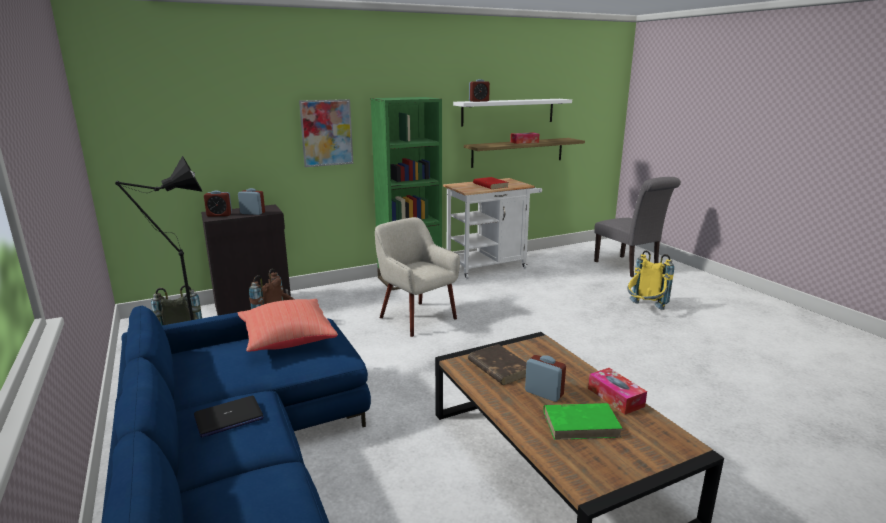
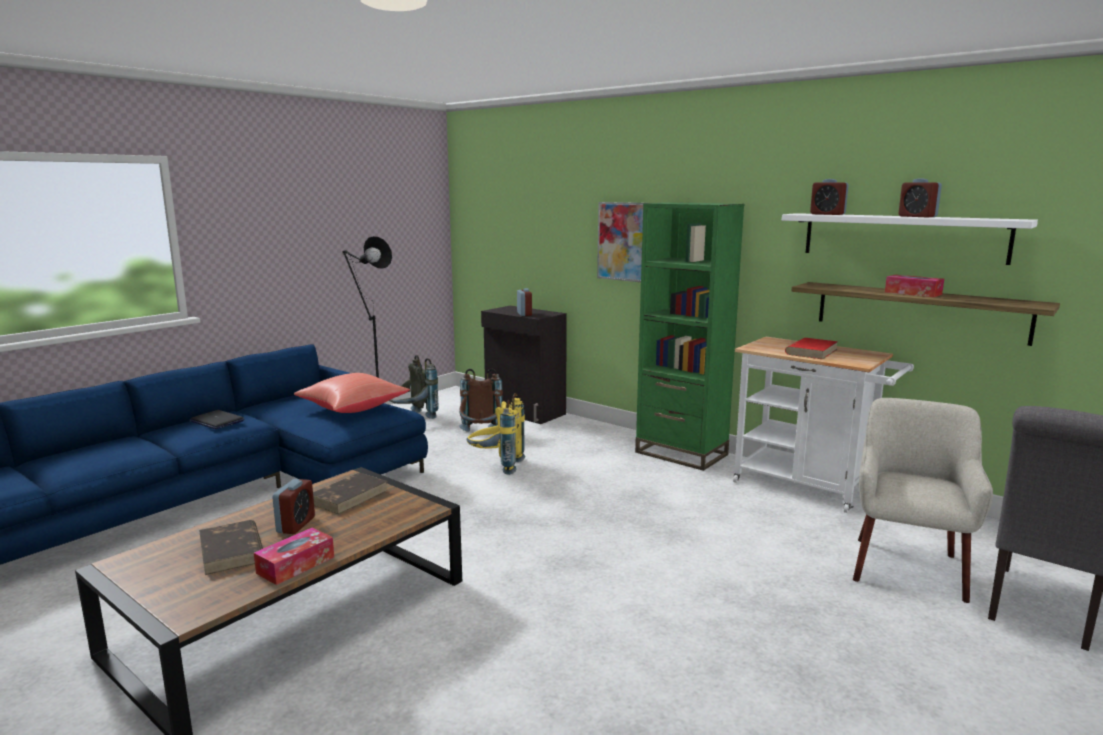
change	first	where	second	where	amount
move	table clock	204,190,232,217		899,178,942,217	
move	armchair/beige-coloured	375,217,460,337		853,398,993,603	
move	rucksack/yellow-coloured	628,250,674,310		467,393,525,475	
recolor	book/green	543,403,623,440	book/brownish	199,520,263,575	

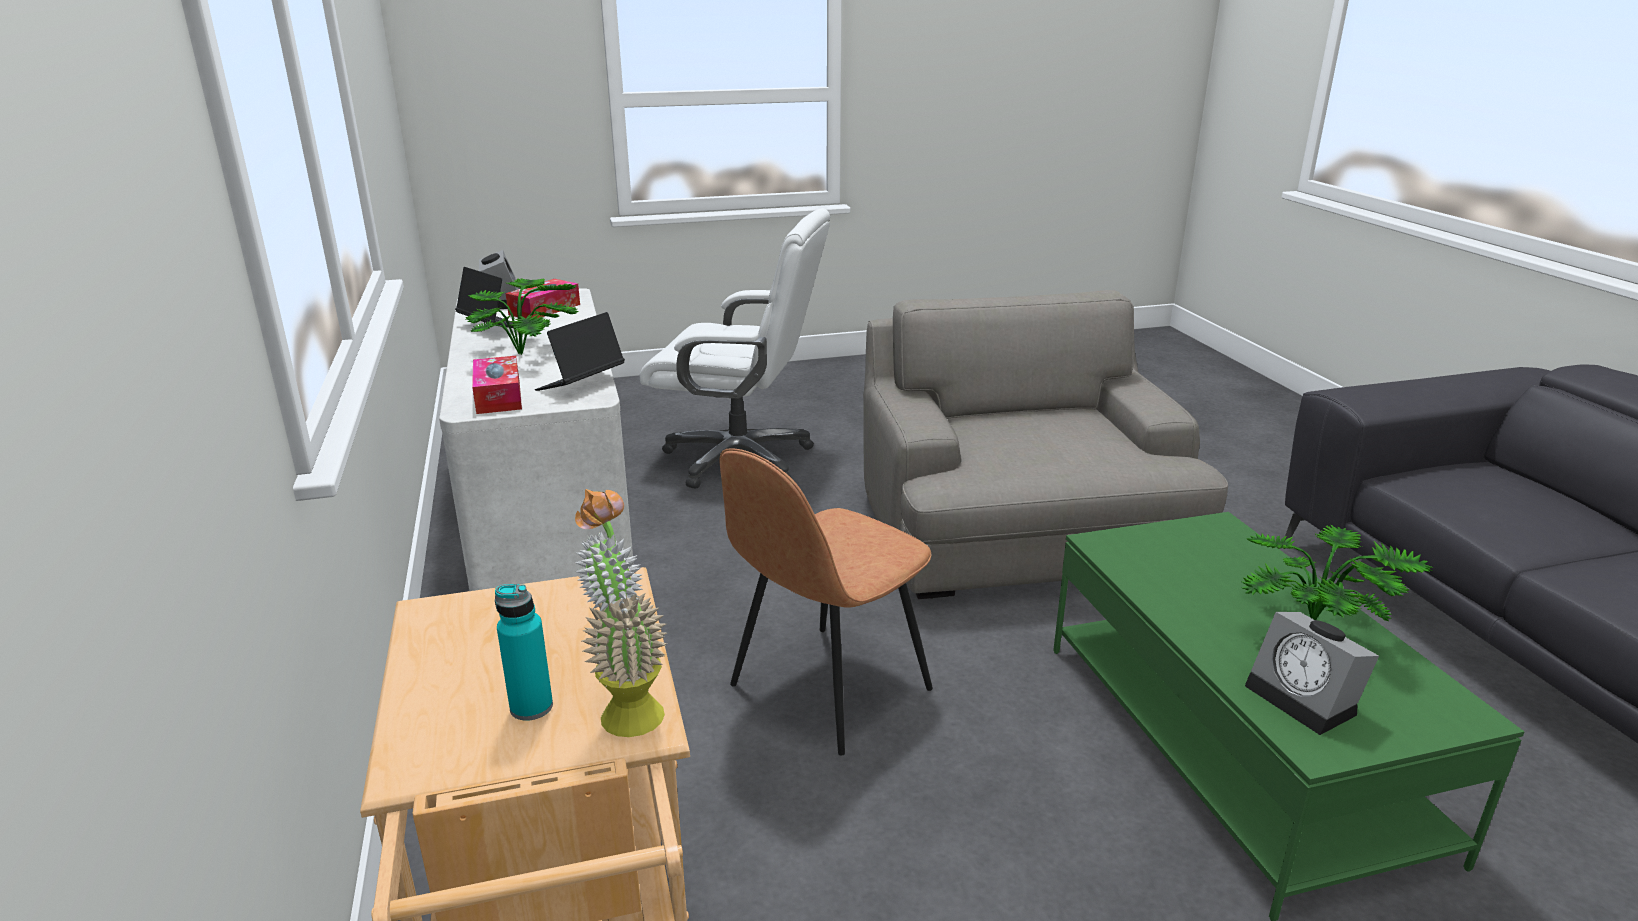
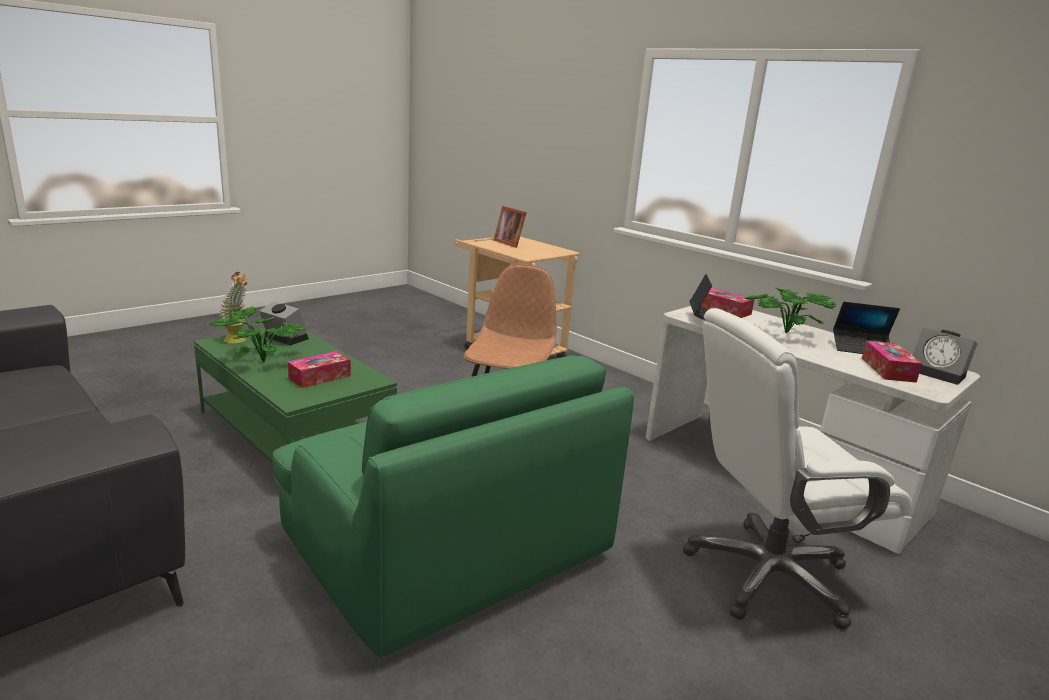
change	first	where	second	where	amount
recolor	armchair/grey	863,290,1228,599	armchair/green	272,355,634,658	
move	plant in a pot	575,489,667,737		219,272,247,343	
replace	drink bottle/turquoise-coloured	495,584,553,721	standing frame	493,206,527,248	
insert			tissue box	288,351,351,388	

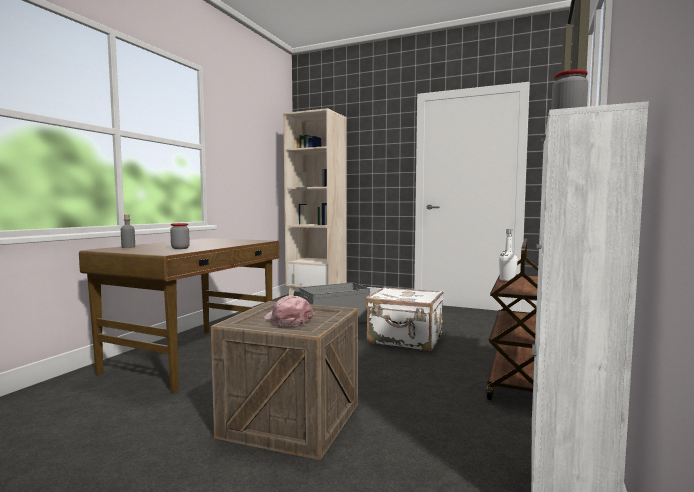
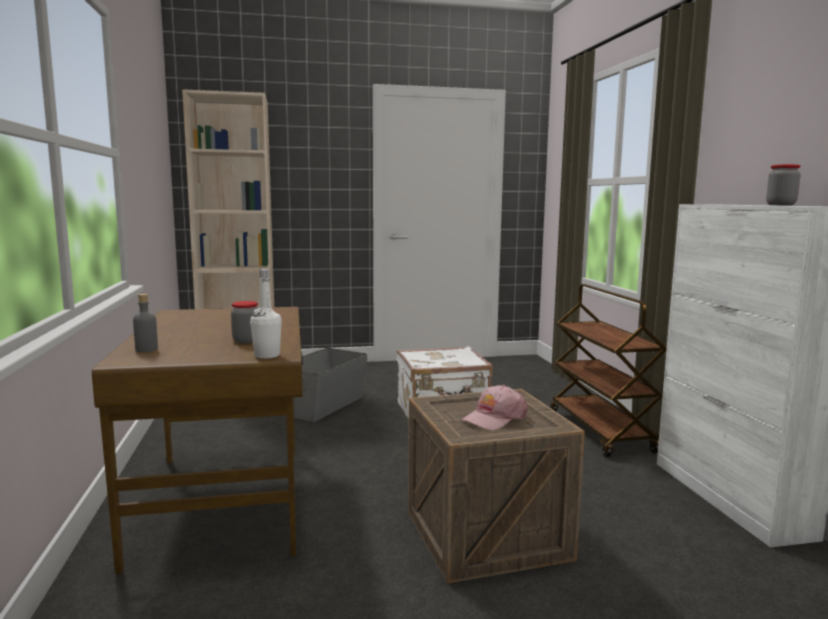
change	first	where	second	where	amount
move	drink bottle/white	499,229,518,281		250,269,282,359	
rotate	cap/pink-coloured	264,295,314,326		462,385,528,430	60 degrees counterclockwise

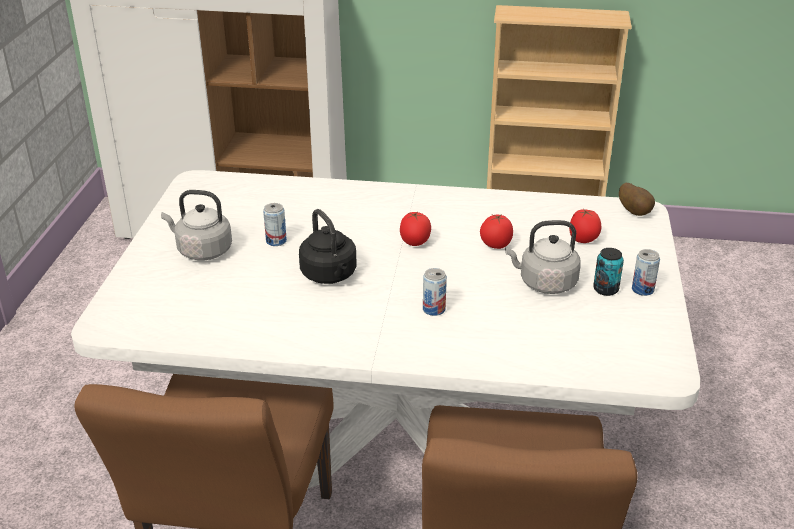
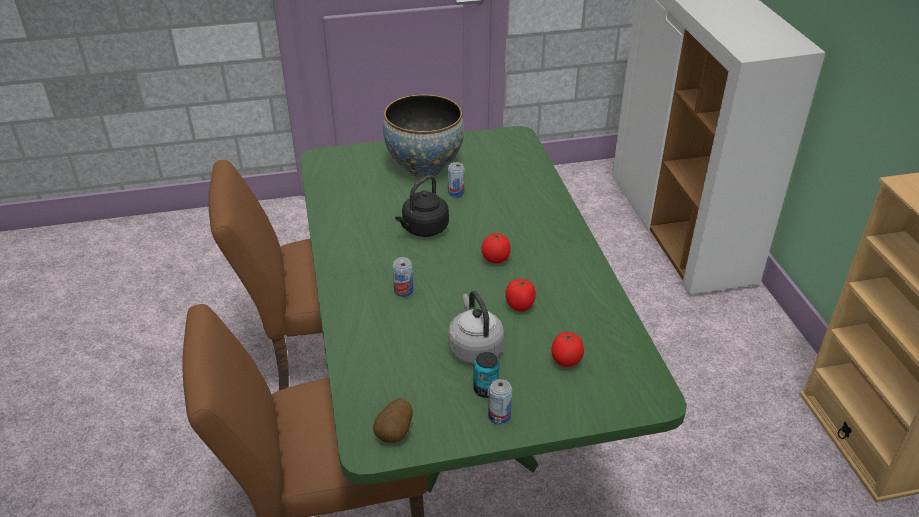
change	first	where	second	where	amount
recolor	dining table/white	71,170,700,488	dining table/green	300,126,687,493	
move	potato	619,183,655,216		373,398,413,443	
replace	water kettle/grey	161,190,232,261	serving bowl	383,95,464,177	

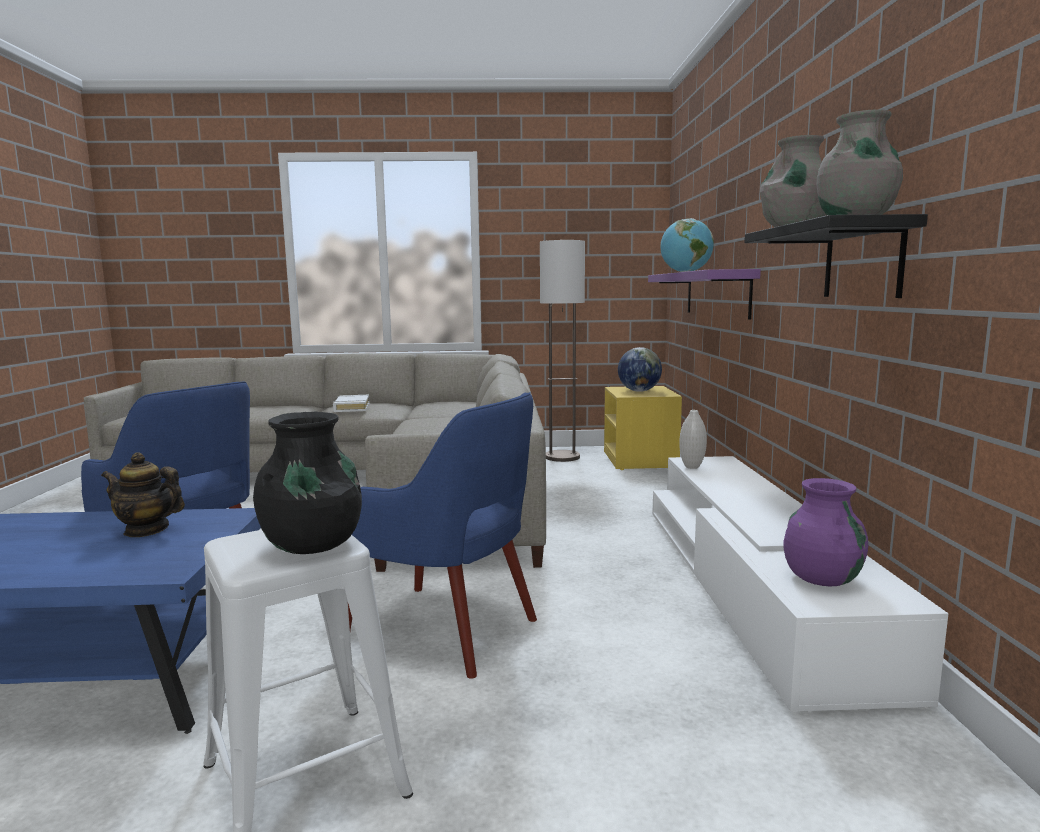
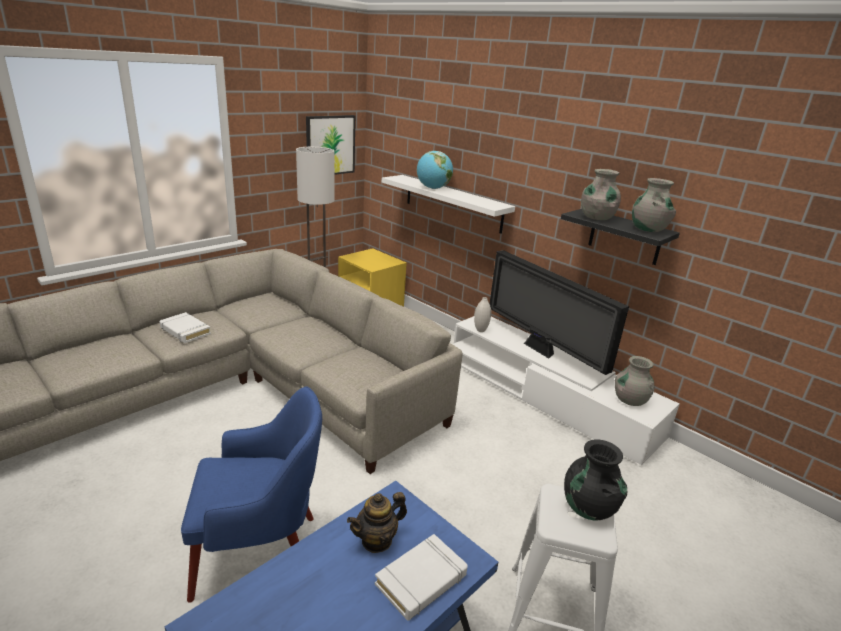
change	first	where	second	where	amount
recolor	bracket shelf/purple-coloured	648,269,761,320	bracket shelf/white	382,175,515,234	
delete	globe	618,347,662,392			
delete	armchair/blue	348,392,537,679			
recolor	flower vase/purple-coloured	783,478,868,587	flower vase/grey	615,356,655,406	
insert			wall picture	306,115,355,175	
insert			TV	490,250,629,375	
insert			book/white	375,534,468,621	

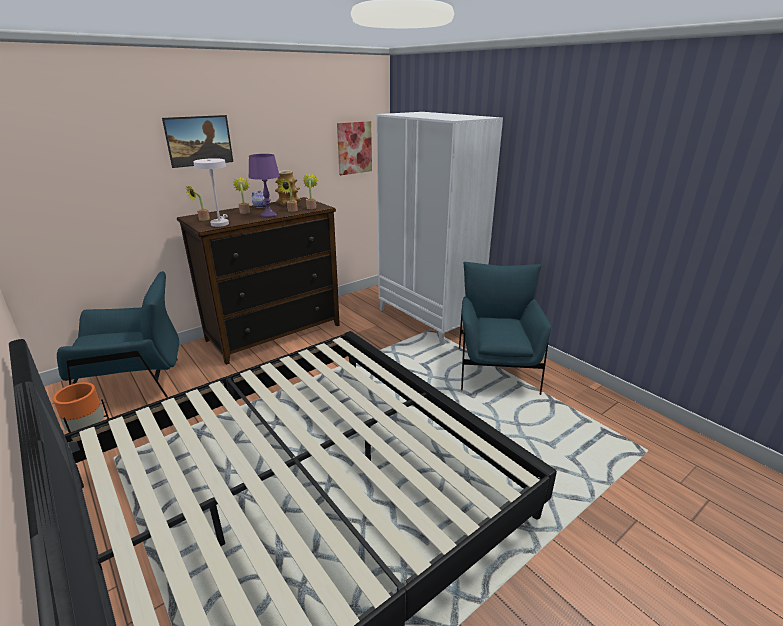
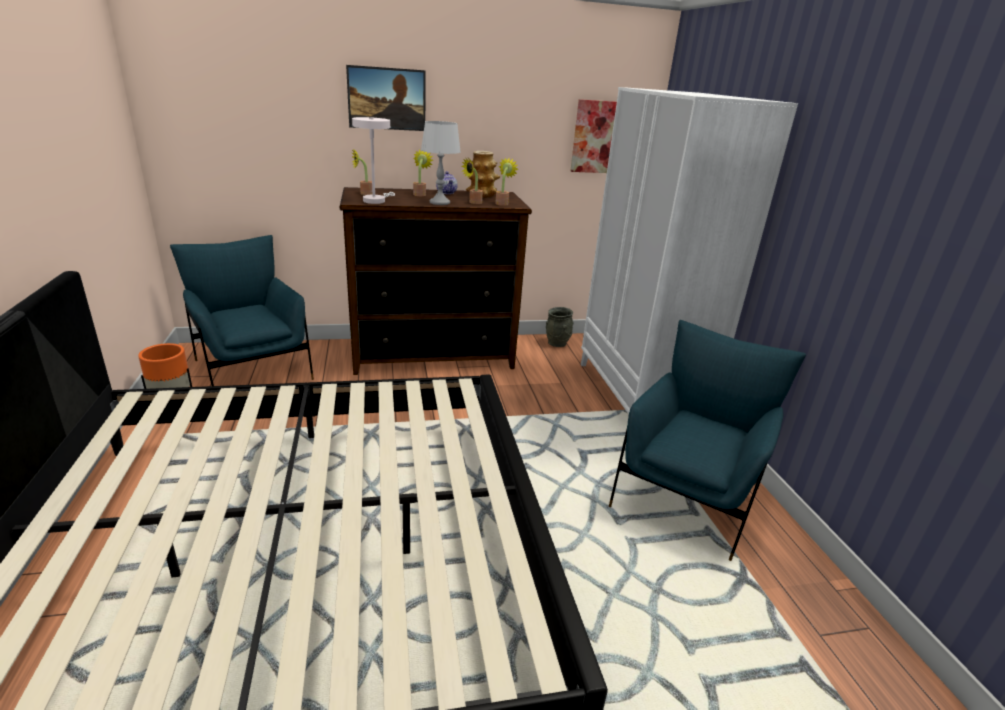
change	first	where	second	where	amount
recolor	lamp for a table/purple-coloured	248,154,280,218	lamp for a table/grey	421,121,461,205	
rotate	armchair/blue	57,271,179,398		170,235,314,386	135 degrees counterclockwise
insert			flower vase/grey	546,307,574,347	

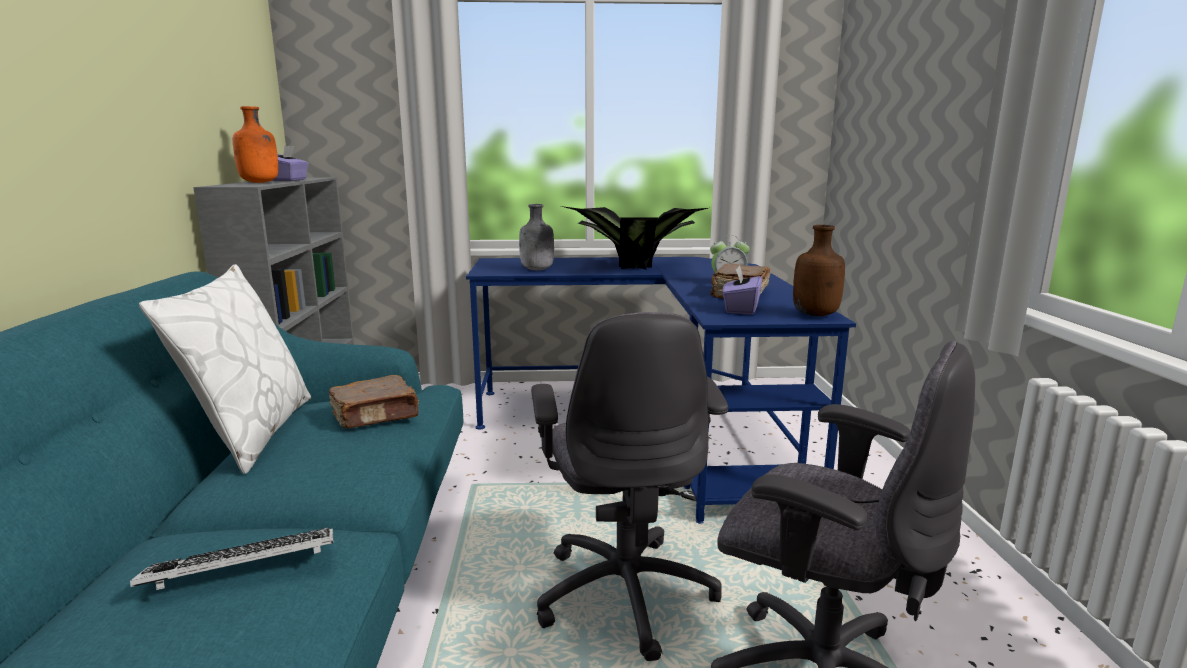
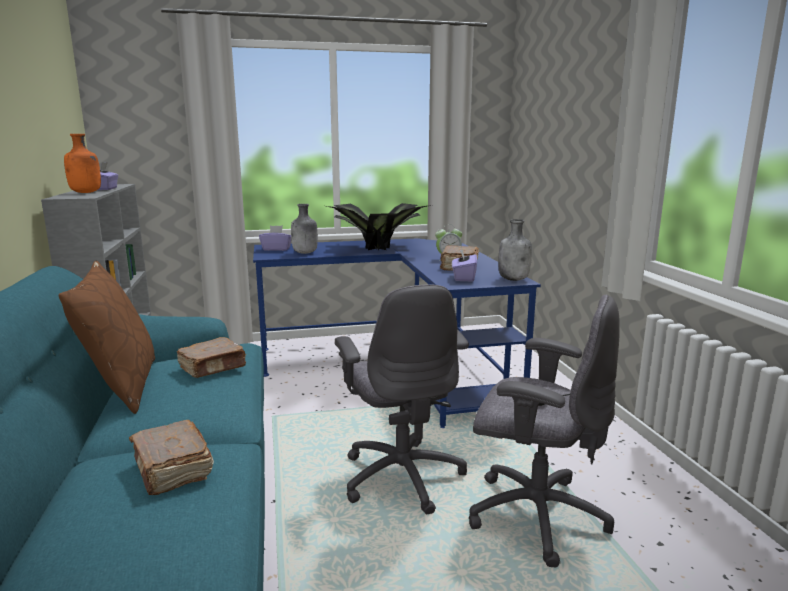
change	first	where	second	where	amount
recolor	drink bottle/brownish	793,225,845,316	drink bottle/grey	498,219,532,281	
recolor	throw pillow/white	139,264,311,474	throw pillow/brownish	59,260,155,414	
replace	PC keyboard	130,527,334,590	book/brownish	129,420,214,495	
insert			tissue box/purple-coloured	259,226,291,251	

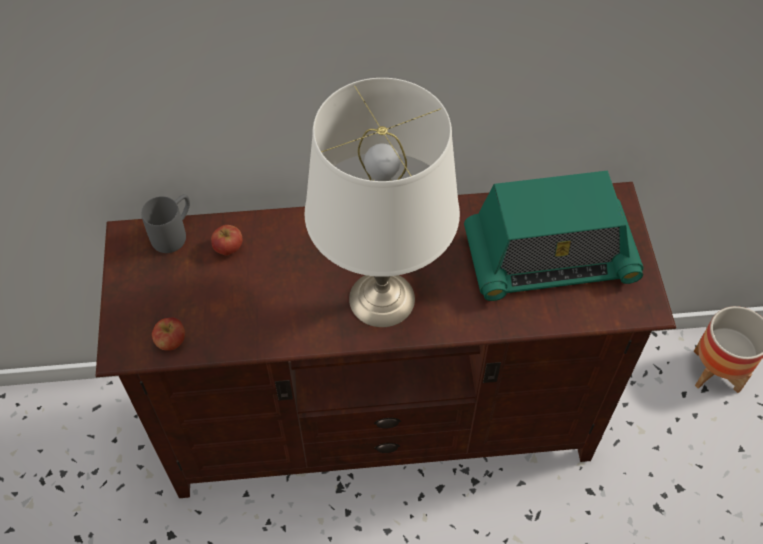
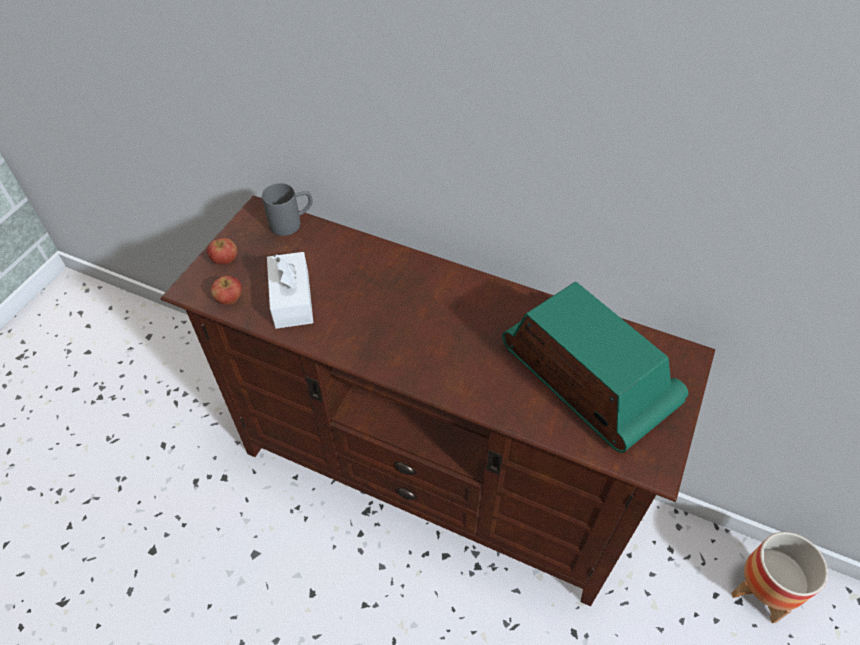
change	first	where	second	where	amount
delete	lamp for a table/white	305,78,460,327			
rotate	radio set	464,171,644,301		502,282,688,453	150 degrees counterclockwise
move	apple fruit	211,225,243,255		207,238,237,264	
insert			tissue box/white	267,252,314,329	

